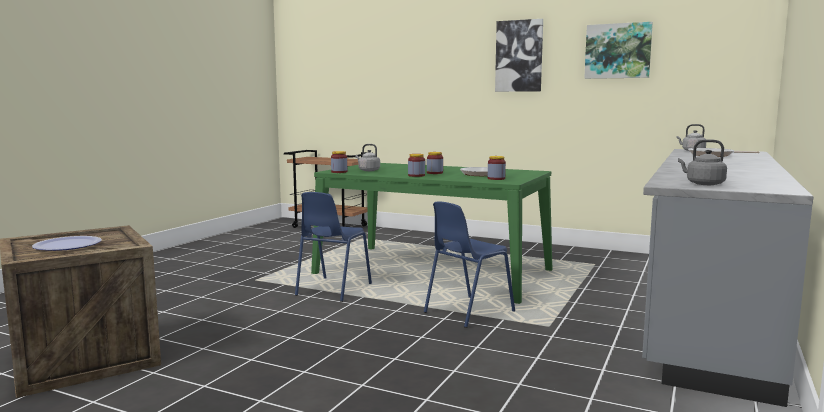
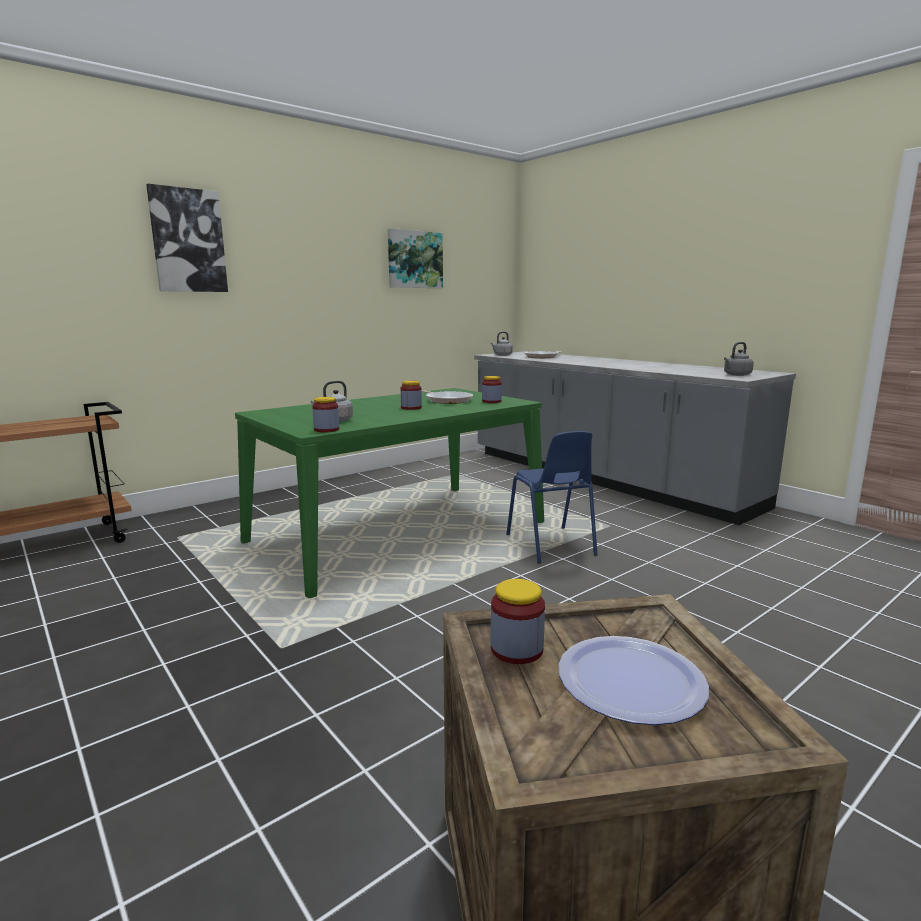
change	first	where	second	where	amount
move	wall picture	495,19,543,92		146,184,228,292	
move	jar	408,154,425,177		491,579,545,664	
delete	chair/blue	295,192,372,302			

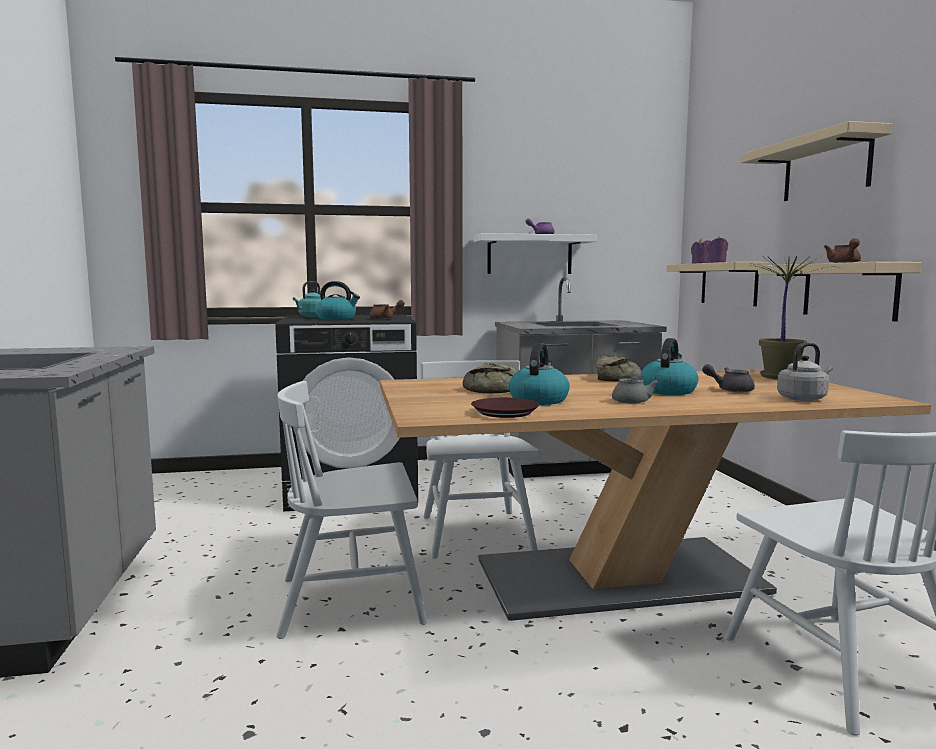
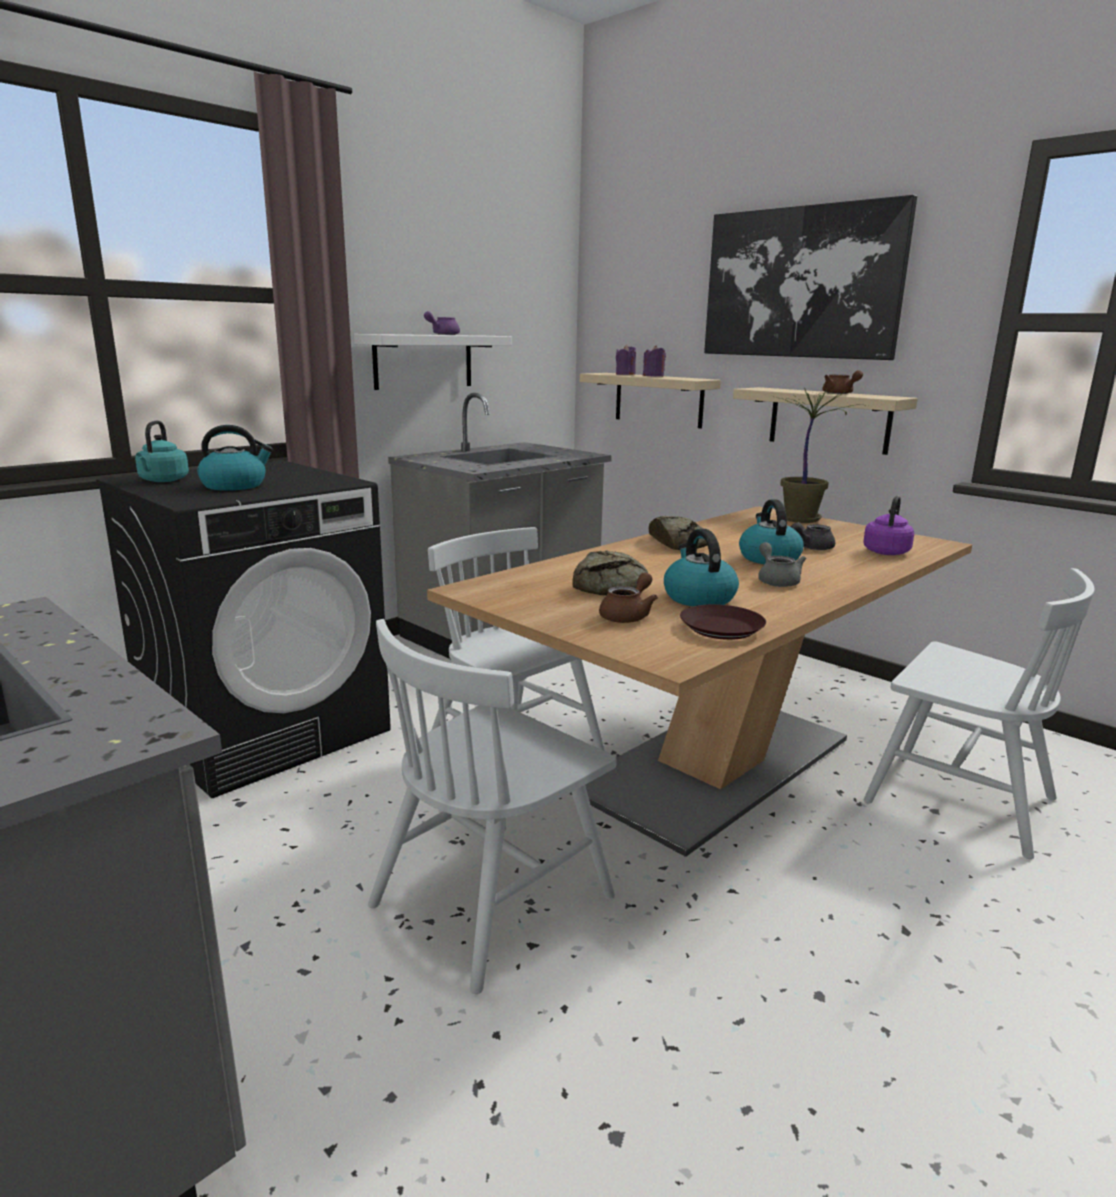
change	first	where	second	where	amount
replace	bracket shelf/beige-coloured	740,121,893,201	wall picture	704,195,917,360	
move	pot for tea/brownish	370,300,405,319		599,572,658,623	
recolor	water kettle/grey	777,343,833,401	water kettle/purple-coloured	863,496,914,555	

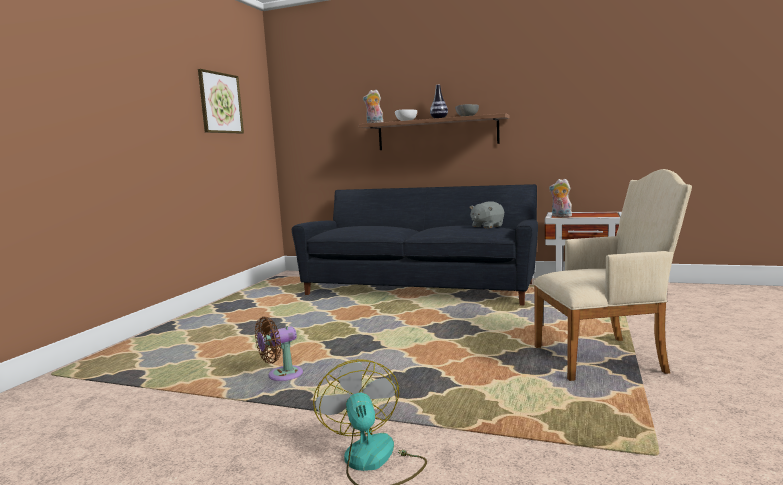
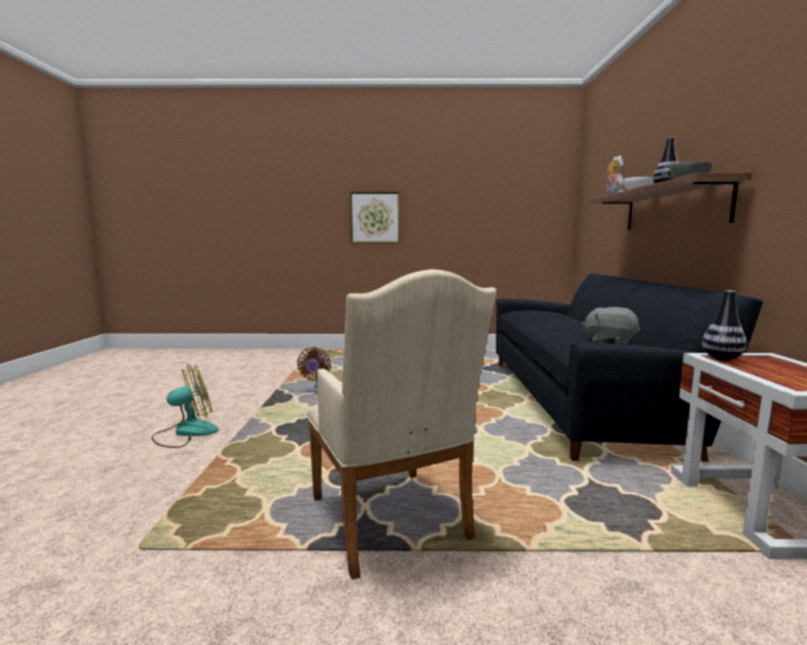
change	first	where	second	where	amount
move	wall picture	198,69,244,134		350,192,400,243	
replace	plush toy	549,179,572,217	flower vase	702,290,747,360	
rotate	fan/brownish	255,317,303,381		297,347,331,392	120 degrees counterclockwise

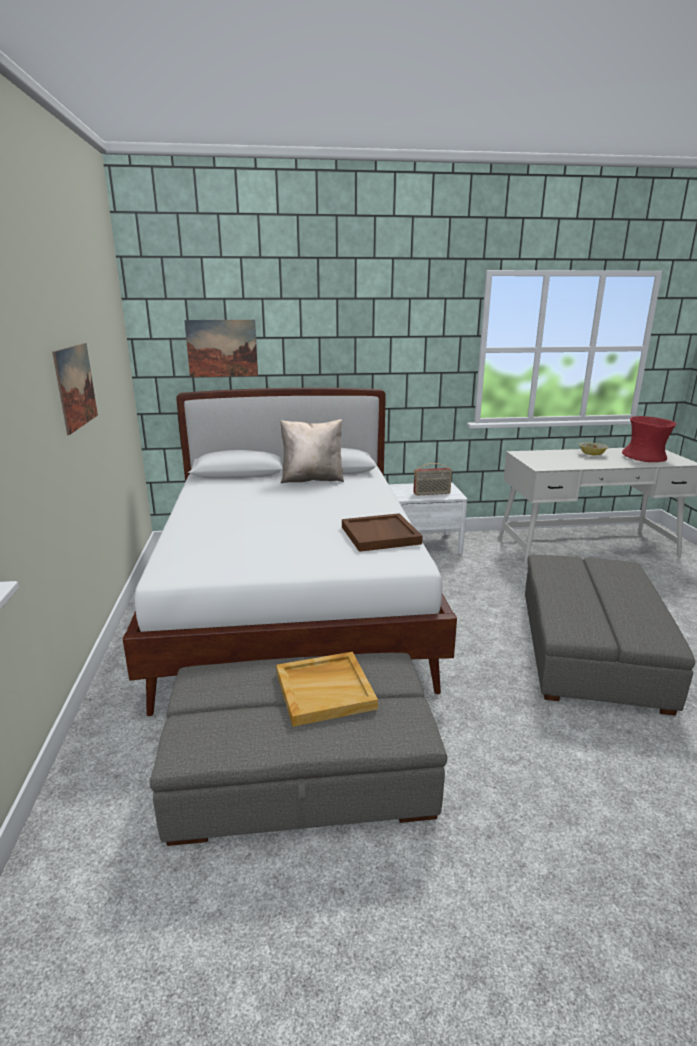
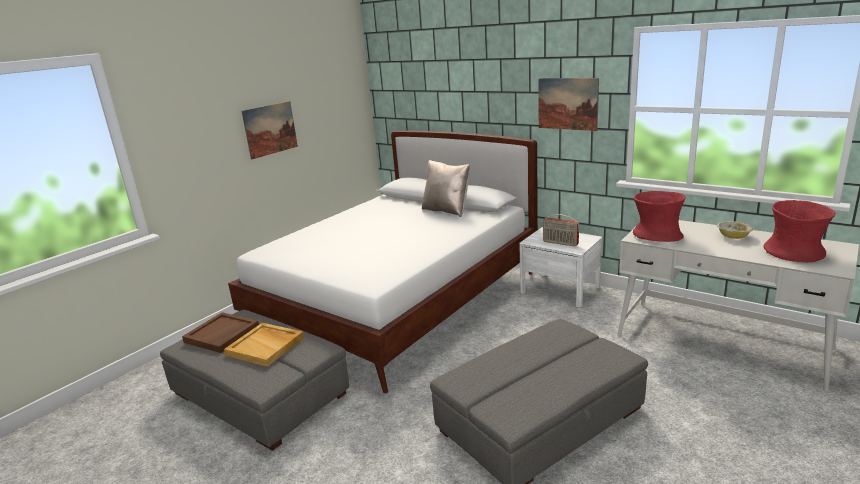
change	first	where	second	where	amount
move	wall picture	184,320,258,377		538,78,599,131	
move	tray/brownish	342,513,423,552		182,312,259,353	
insert			flower vase/red	633,191,686,242	

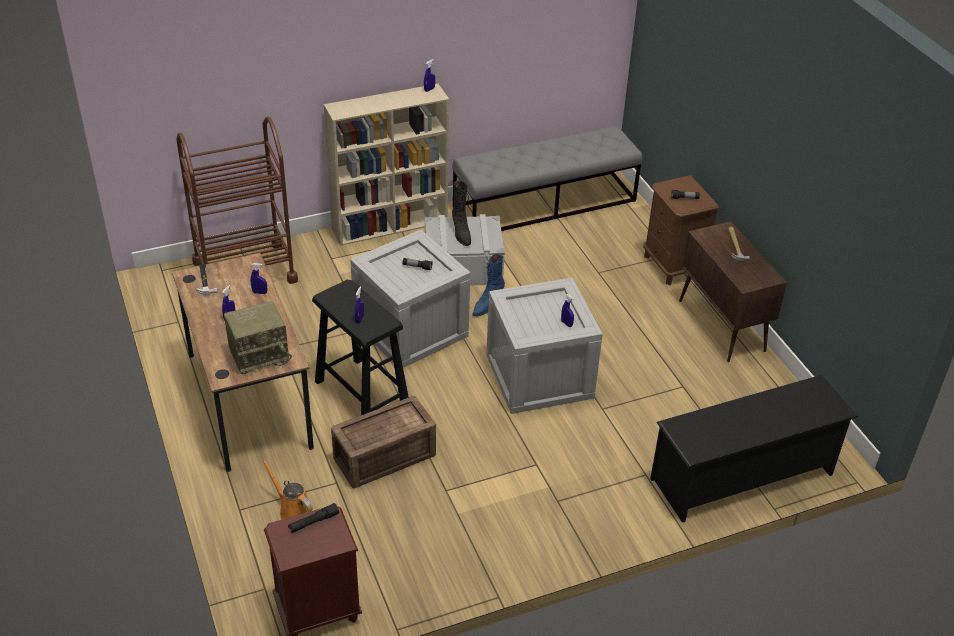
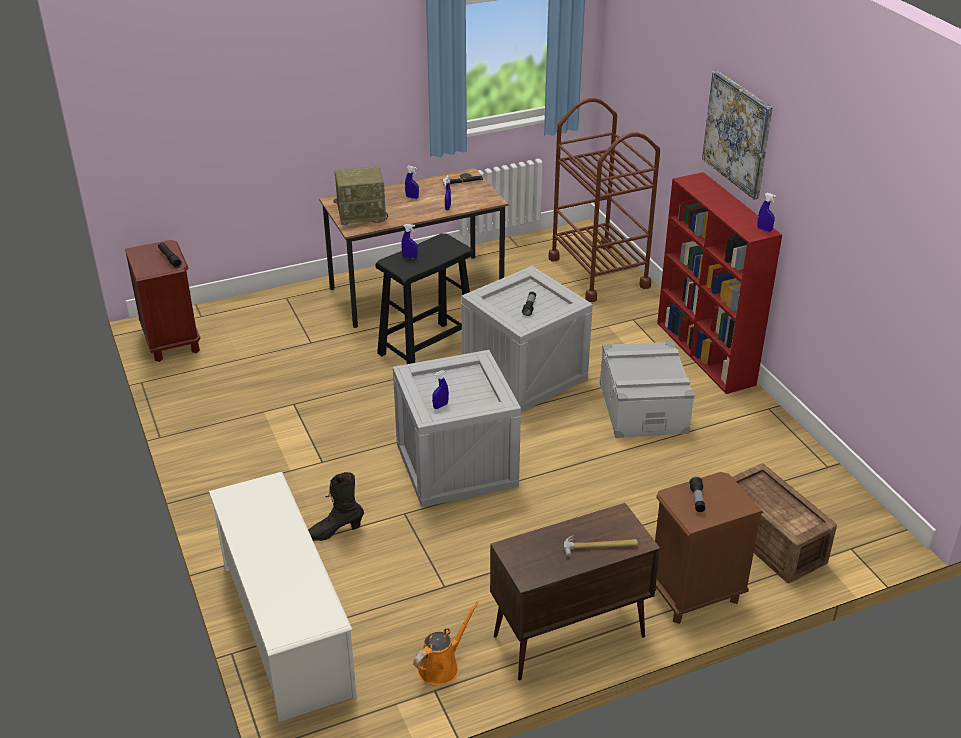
change	first	where	second	where	amount
recolor	bookcase/beige-coloured	324,84,449,246	bookcase/red	657,172,782,394	
delete	bench/grey	452,126,642,231			
move	high-top boot/black	452,180,471,246		308,472,364,541	
delete	high-top boot/blue	472,254,505,316			
rotate	radio set	224,301,292,374		334,166,388,225	75 degrees counterclockwise
recolor	shoe shelf/black	650,375,858,523	shoe shelf/white	208,472,357,722	
move	packing crate	331,396,436,488		732,463,837,583	
move	watering pot/orange-coloured	262,459,313,520		413,601,479,685	
insert			wall picture	702,71,773,200	

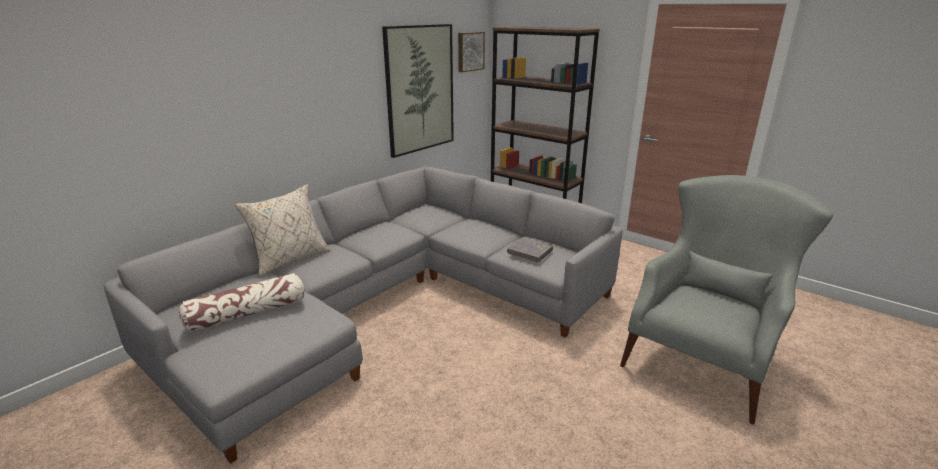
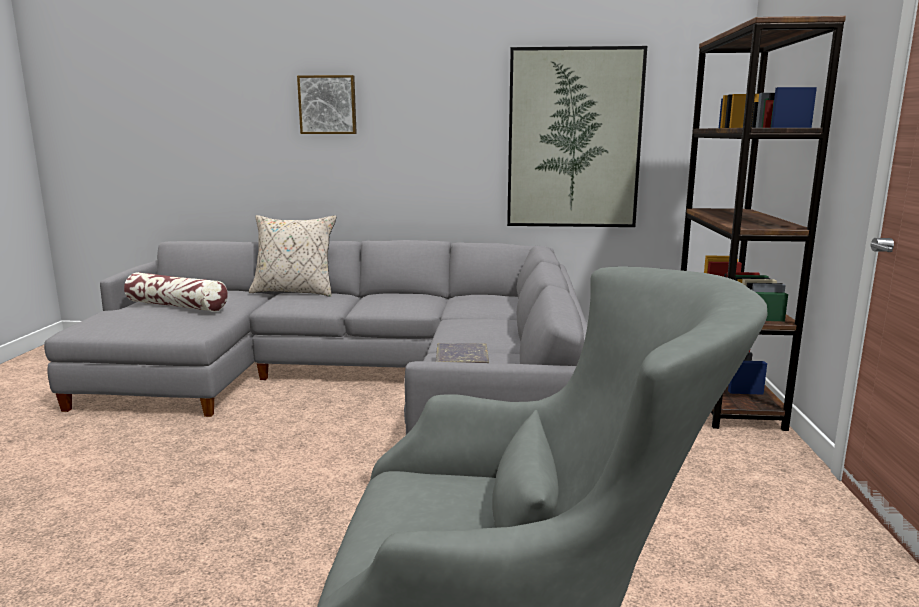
change	first	where	second	where	amount
move	wall picture	458,32,485,72		297,75,357,134	

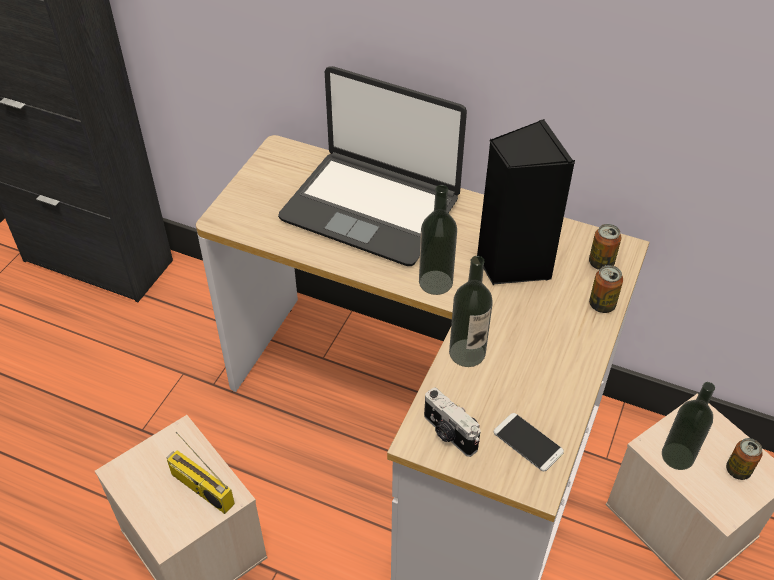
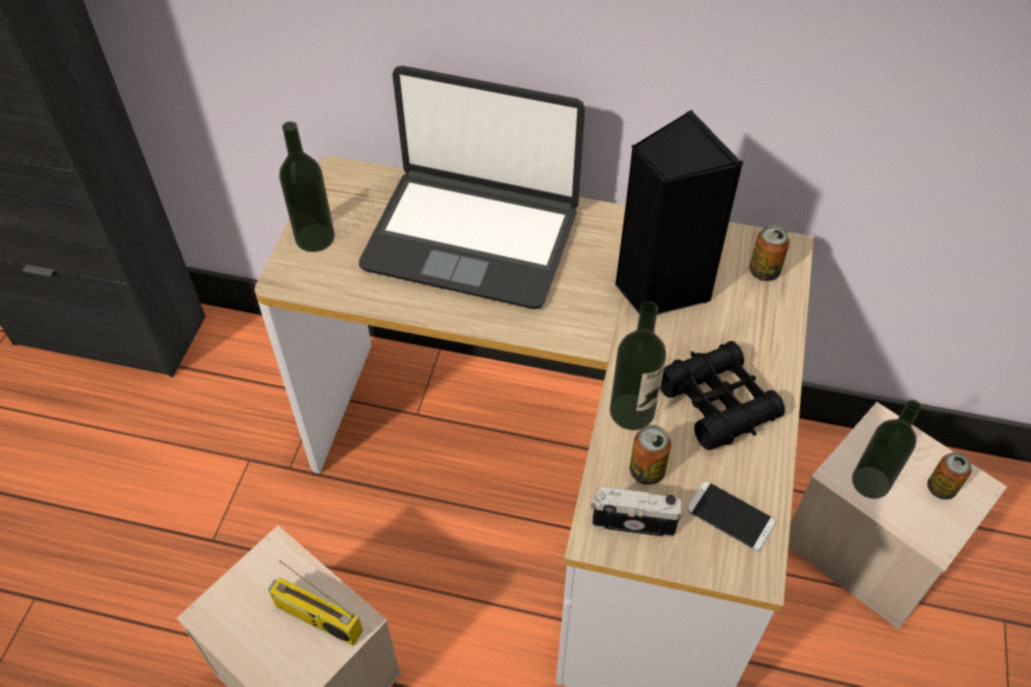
change	first	where	second	where	amount
move	drink bottle	419,185,457,295		279,121,335,252	
move	can	589,265,623,313		630,425,671,485	
rotate	photo camera	424,387,481,457		591,487,683,537	150 degrees clockwise
insert			binoculars/black	660,341,785,450	

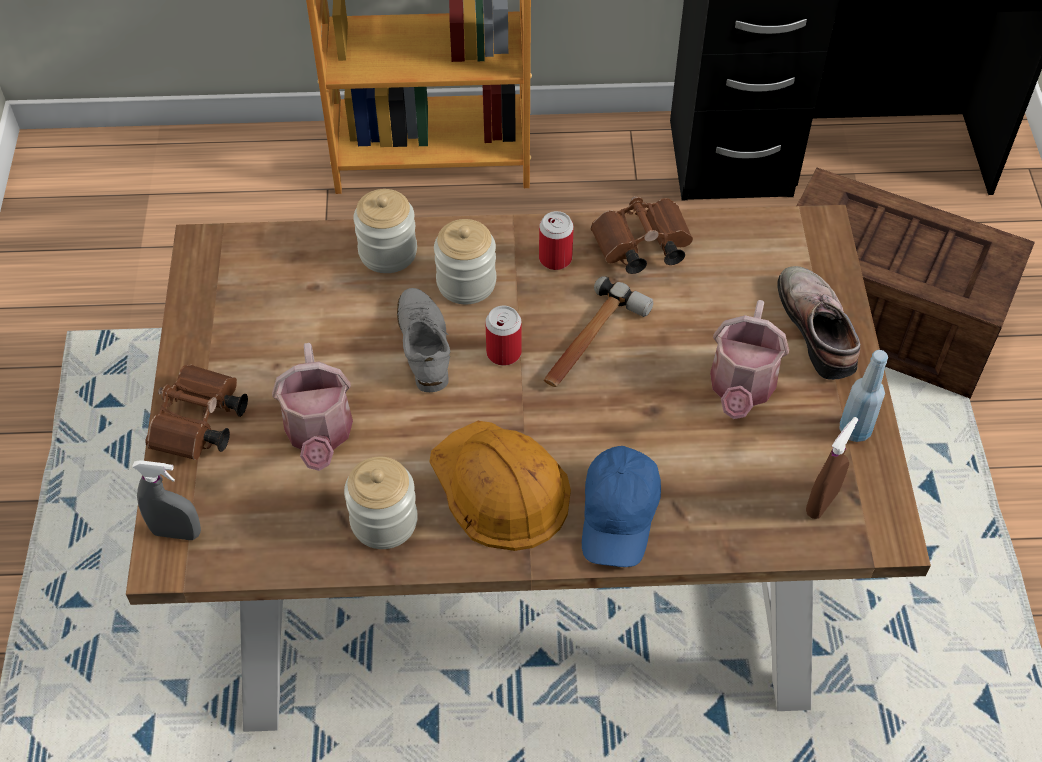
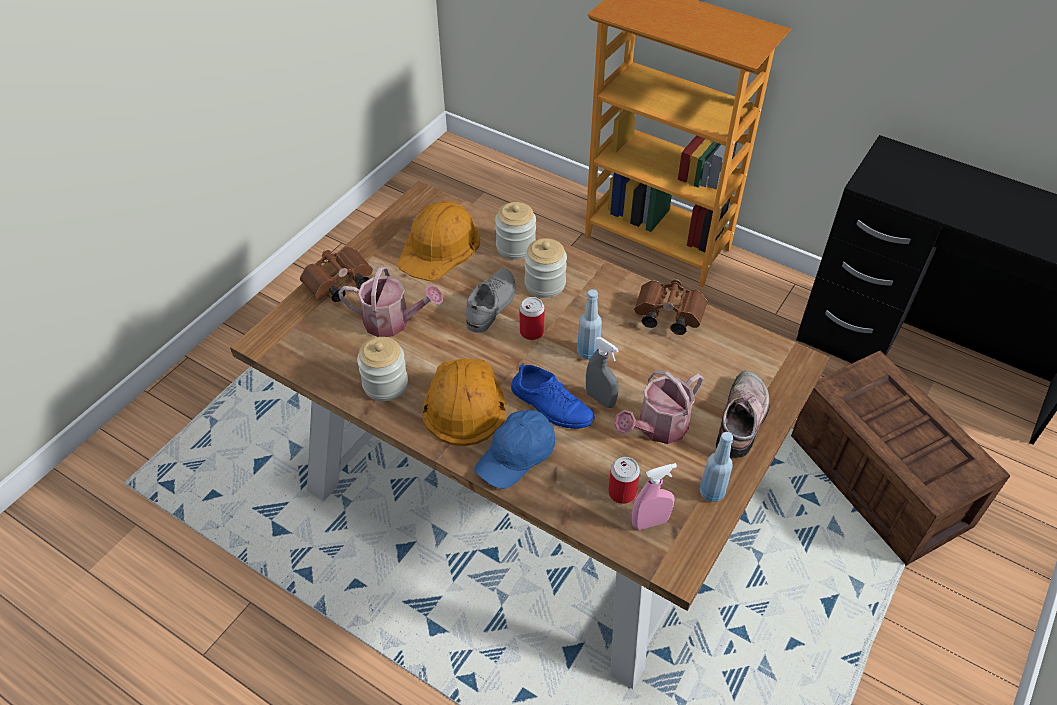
change	first	where	second	where	amount
move	can	539,211,574,270		608,457,640,504	
replace	tool hammer	544,276,653,387	drink bottle/blue	577,289,602,360	
rotate	watering pot	272,343,353,471		338,266,443,337	105 degrees counterclockwise
recolor	sprayer/brownish	806,417,859,519	sprayer/pink-coloured	632,463,677,530	
move	sprayer/grey	132,460,201,540		586,337,619,408	
insert			work helmet/orange-coloured	398,201,480,281	
insert			low shoe/blue	511,363,595,429	

